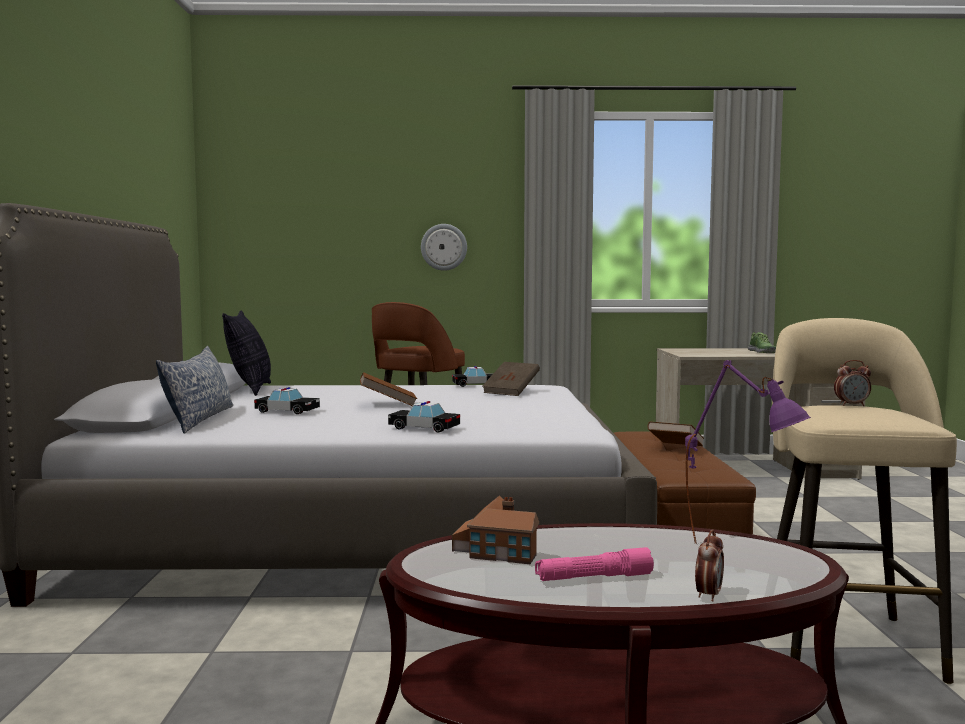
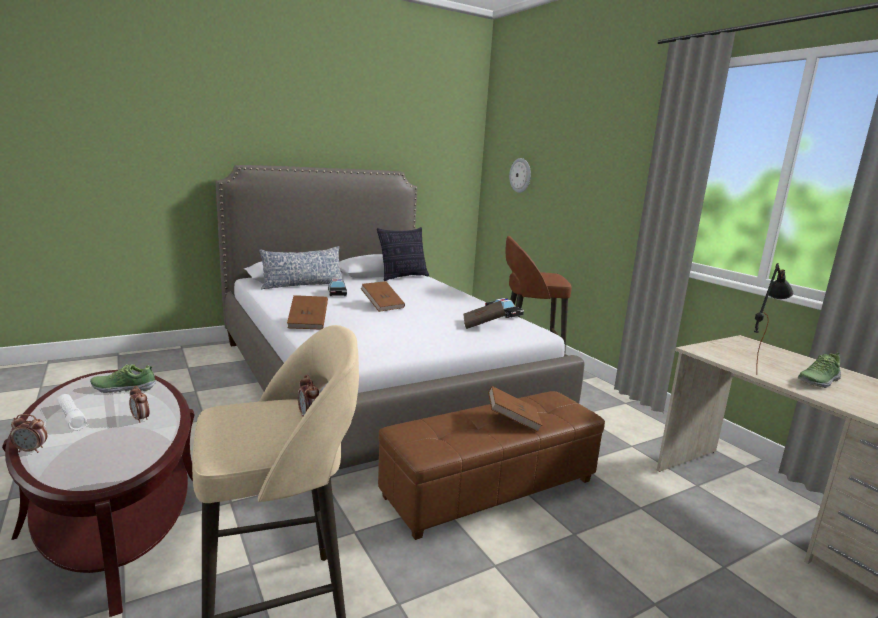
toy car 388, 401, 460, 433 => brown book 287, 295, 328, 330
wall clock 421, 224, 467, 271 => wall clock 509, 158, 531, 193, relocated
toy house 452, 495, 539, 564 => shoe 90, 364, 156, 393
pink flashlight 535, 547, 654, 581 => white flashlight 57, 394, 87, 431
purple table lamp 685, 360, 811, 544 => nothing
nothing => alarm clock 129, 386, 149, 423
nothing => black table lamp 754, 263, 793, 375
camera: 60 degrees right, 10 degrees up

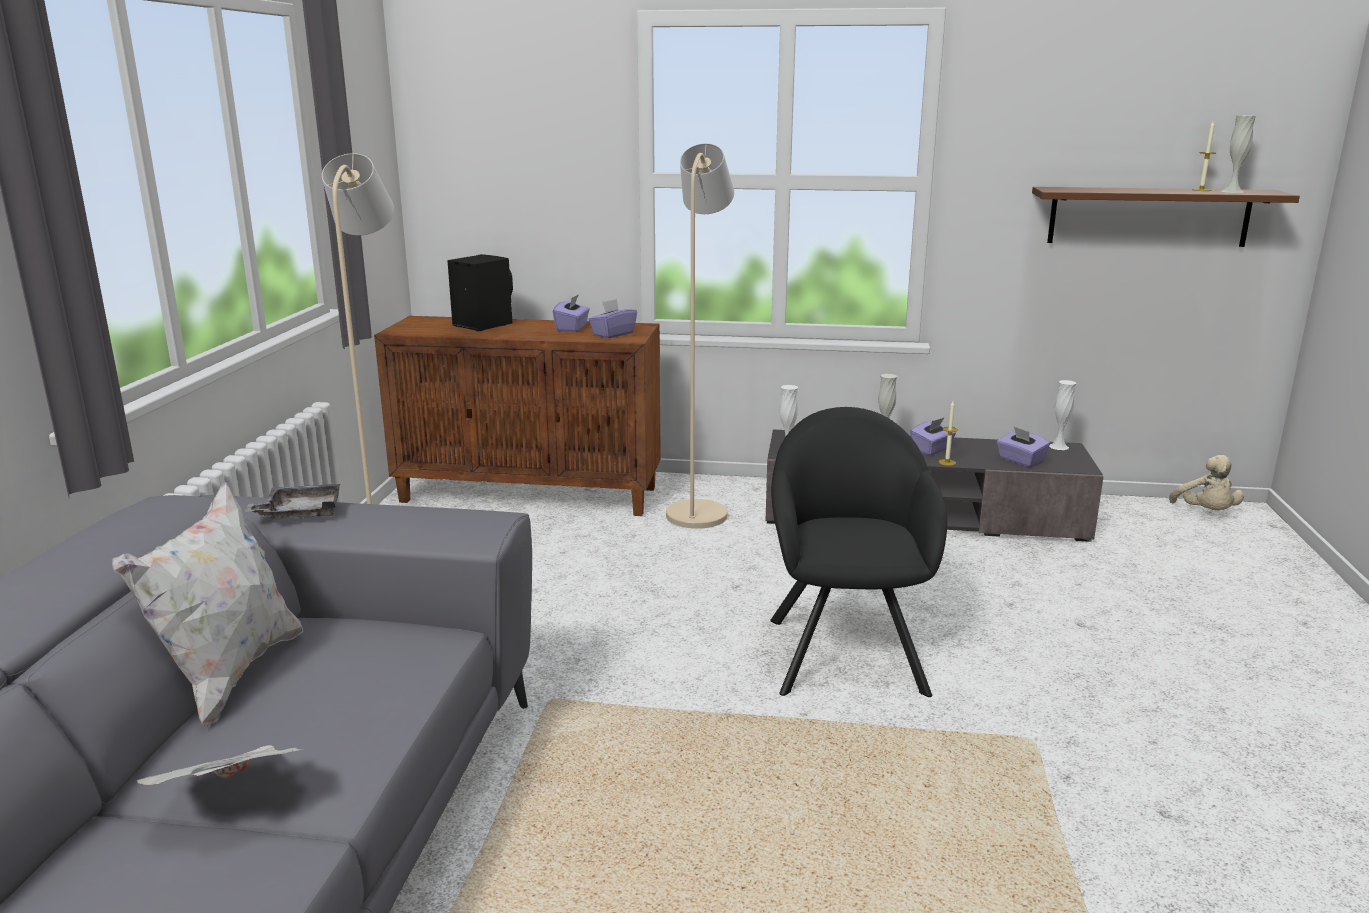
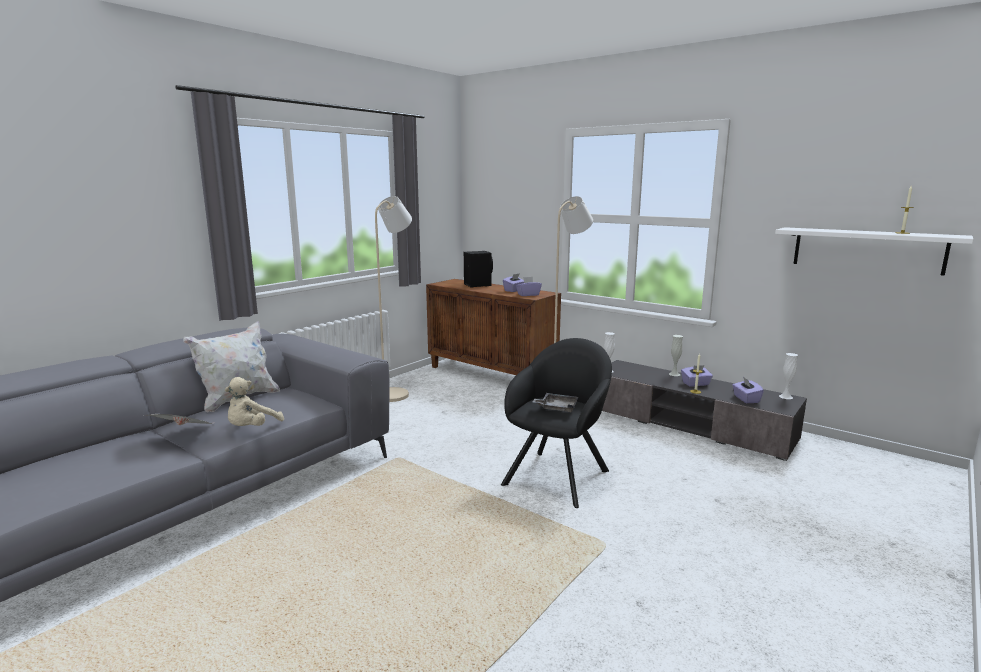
grey tray 244, 484, 340, 520 => grey tray 533, 393, 578, 412, relocated
brown shelf 1032, 187, 1300, 247 => white shelf 775, 227, 973, 276
beige plush toy 1169, 455, 1244, 510 => beige plush toy 225, 377, 284, 426, relocated
white vase 1221, 115, 1256, 193 => nothing
camera: 30 degrees right, 5 degrees down

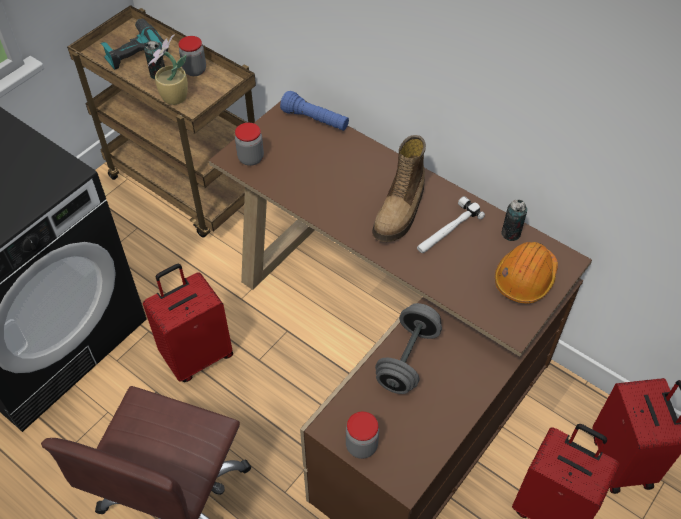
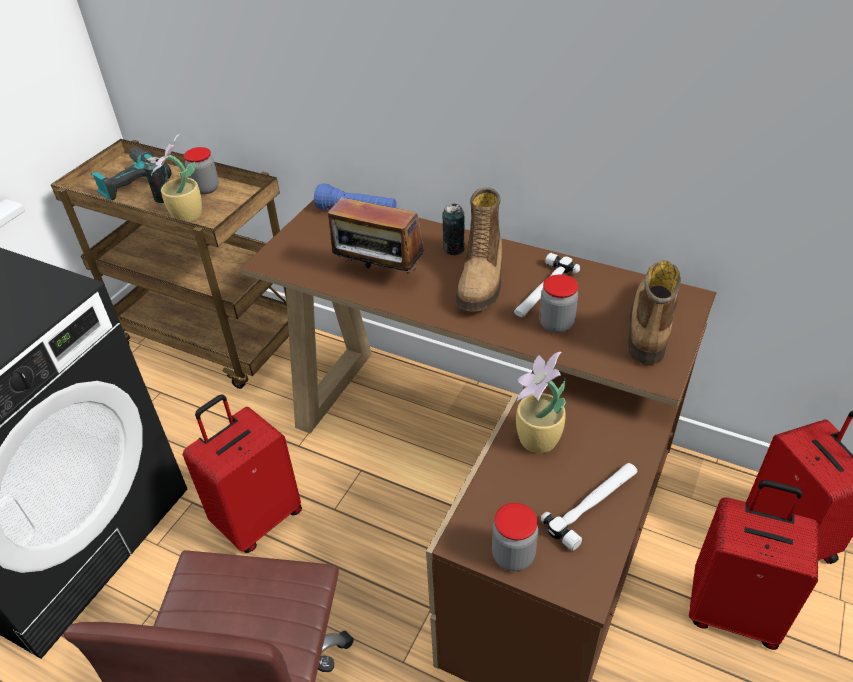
jar 235, 123, 264, 166 => jar 539, 275, 578, 333, relocated
grey dumbbell 375, 303, 442, 394 => potted plant 516, 352, 566, 453
orange hard hat 495, 242, 558, 303 => boot 628, 261, 681, 365
can 501, 200, 527, 241 => can 443, 204, 464, 255, relocated
nothing => radio 328, 196, 424, 274
nothing => hammer 541, 463, 637, 551
camera: 10 degrees left, 10 degrees down

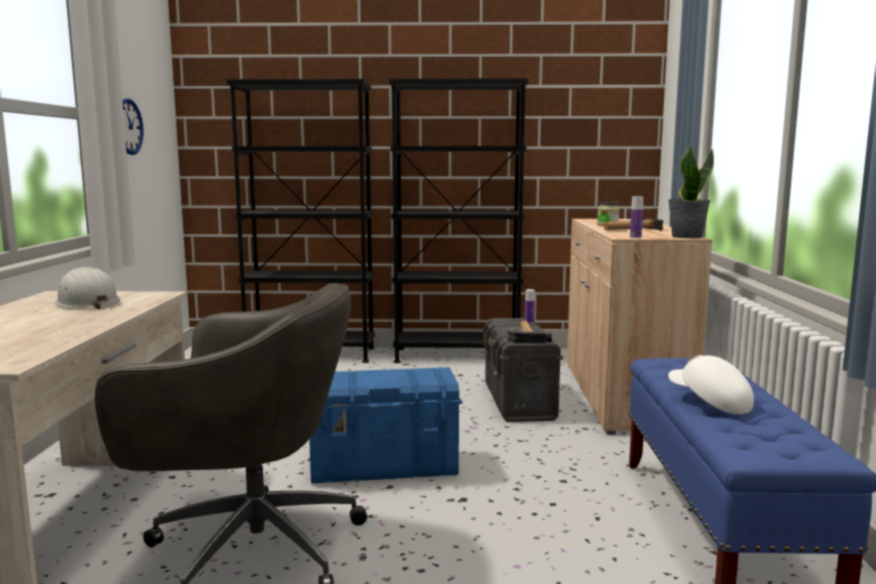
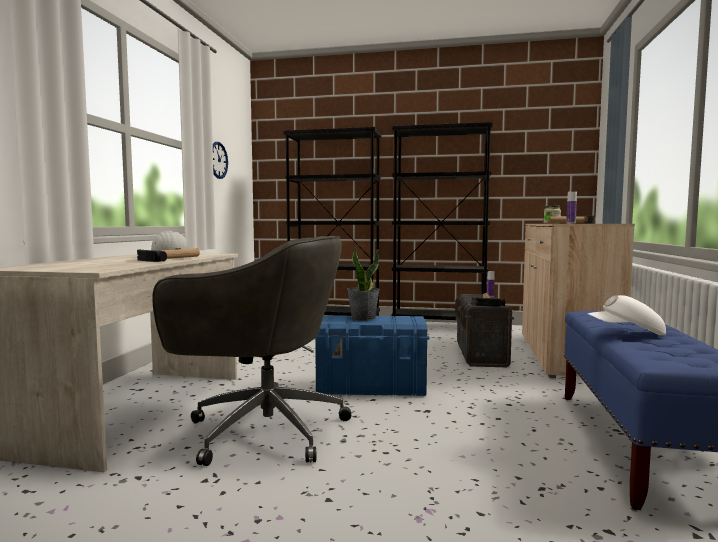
potted plant 668, 146, 714, 238 => potted plant 347, 247, 380, 321, relocated
white cap 668, 354, 754, 415 => white cap 588, 295, 666, 335, 60 degrees counterclockwise
nothing => hammer 137, 248, 200, 262
camera: 10 degrees right, 5 degrees down

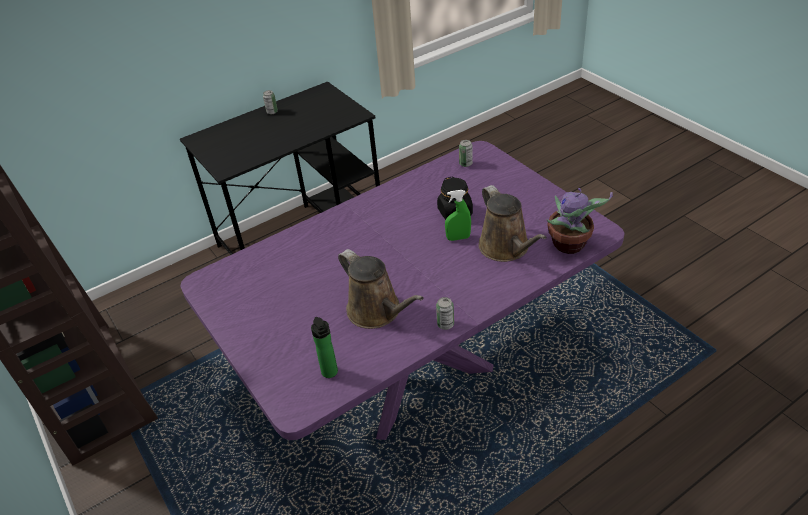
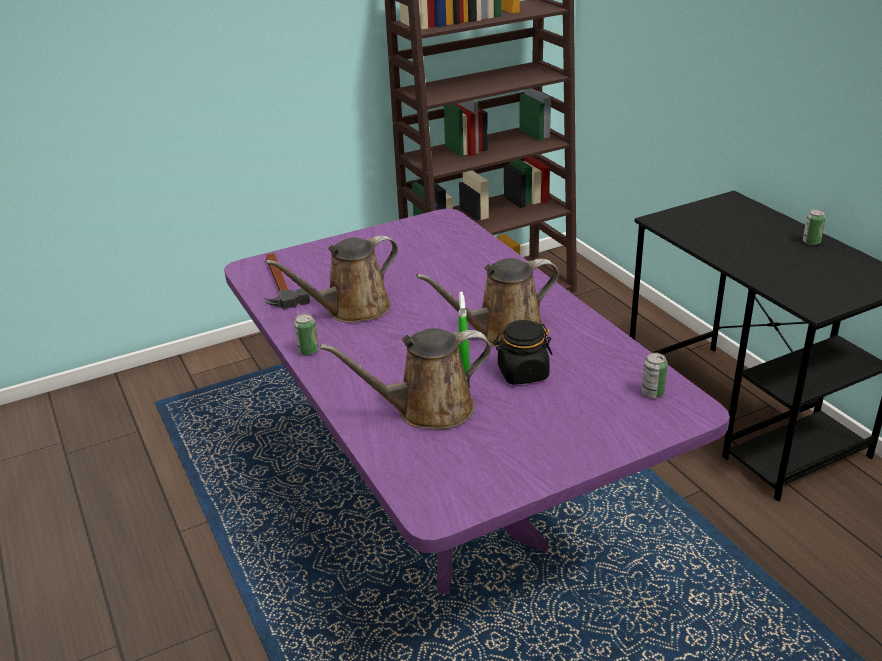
bottle 311, 317, 338, 378 => hammer 264, 253, 310, 309
potted plant 546, 188, 613, 254 => nothing
nothing => brown watering can 416, 258, 559, 347
camera: 95 degrees right, 10 degrees down

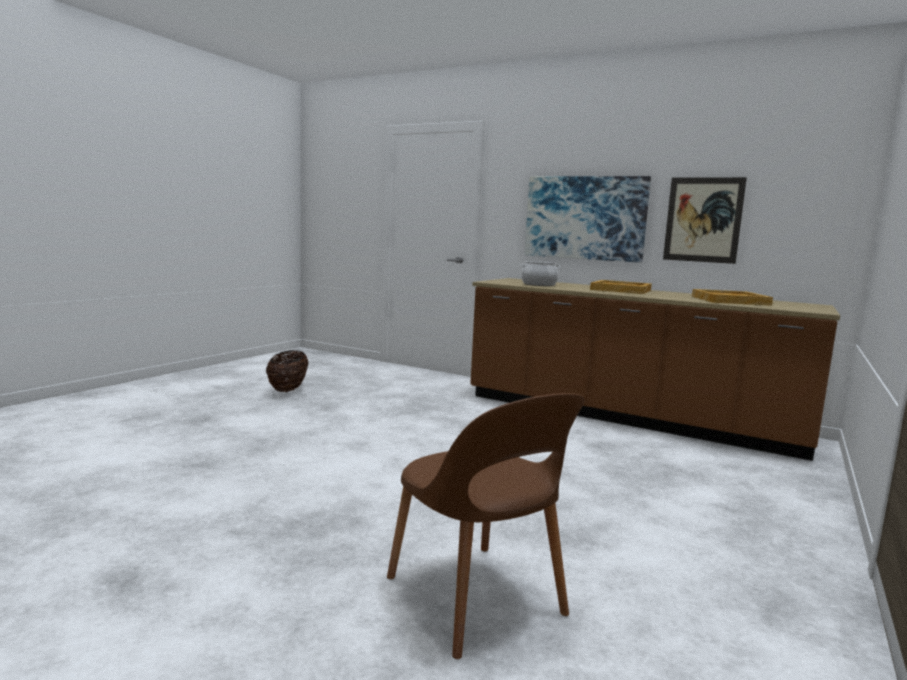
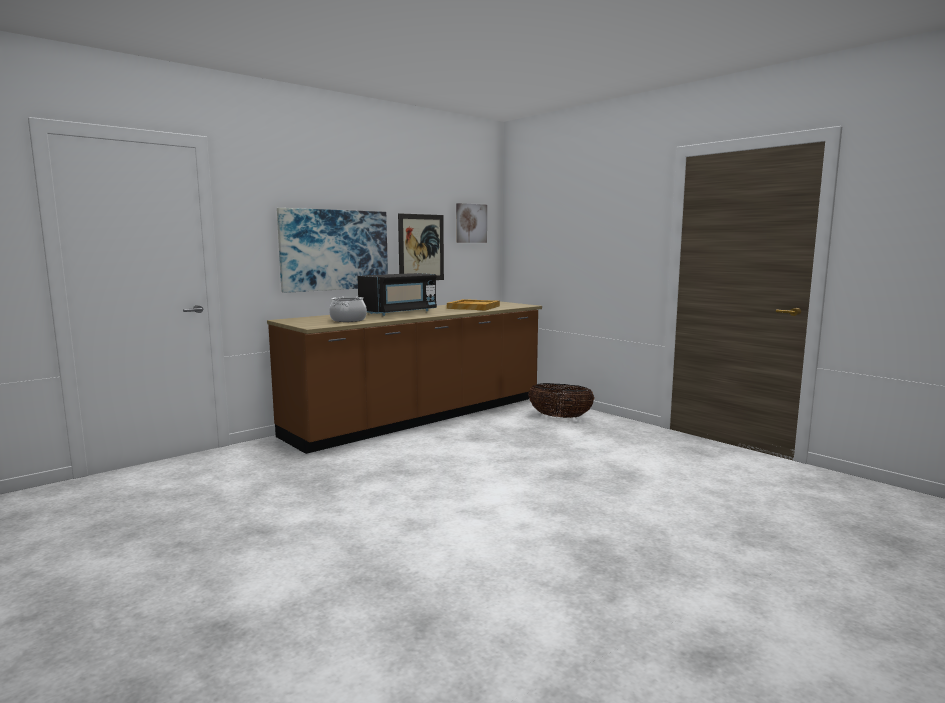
basket 266, 350, 309, 392 => basket 529, 383, 594, 418, relocated
brown chair 387, 393, 585, 659 => nothing
beige tray 590, 280, 652, 294 => black microwave 357, 273, 437, 316
nothing => picture 456, 203, 487, 243
camera: 70 degrees left, 0 degrees up

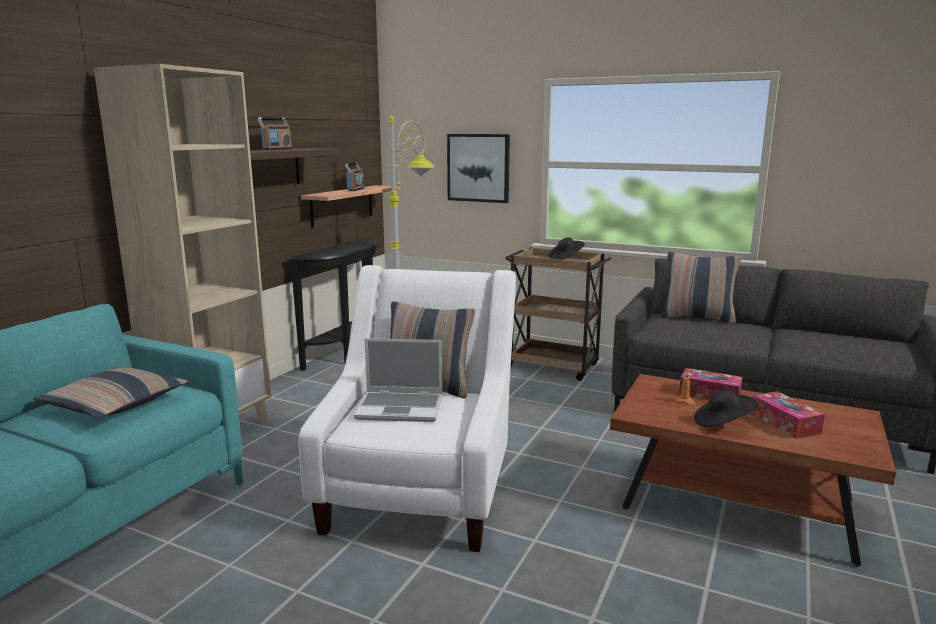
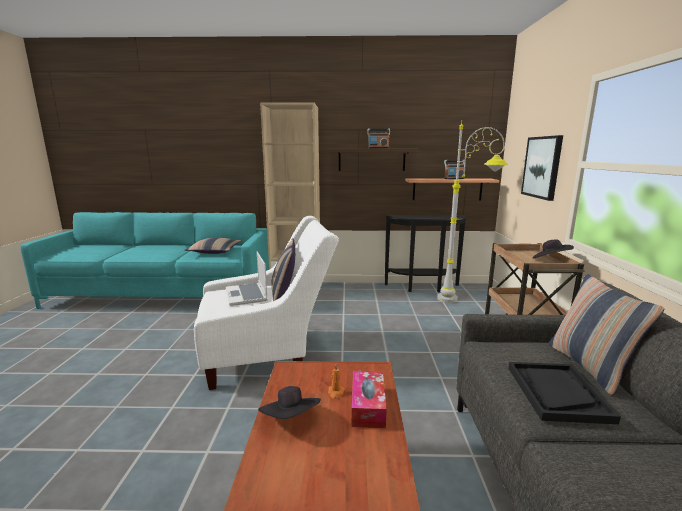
tissue box 750, 391, 825, 439 => nothing
nothing => black tray 508, 362, 621, 425
camera: 65 degrees right, 0 degrees up

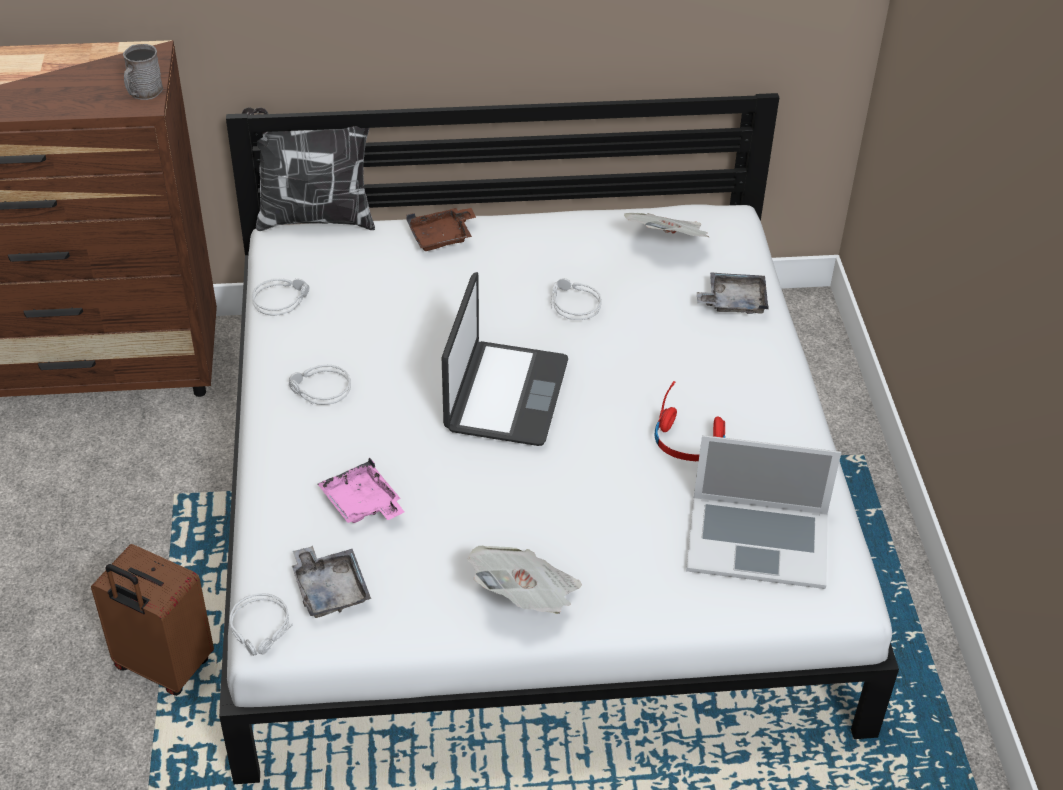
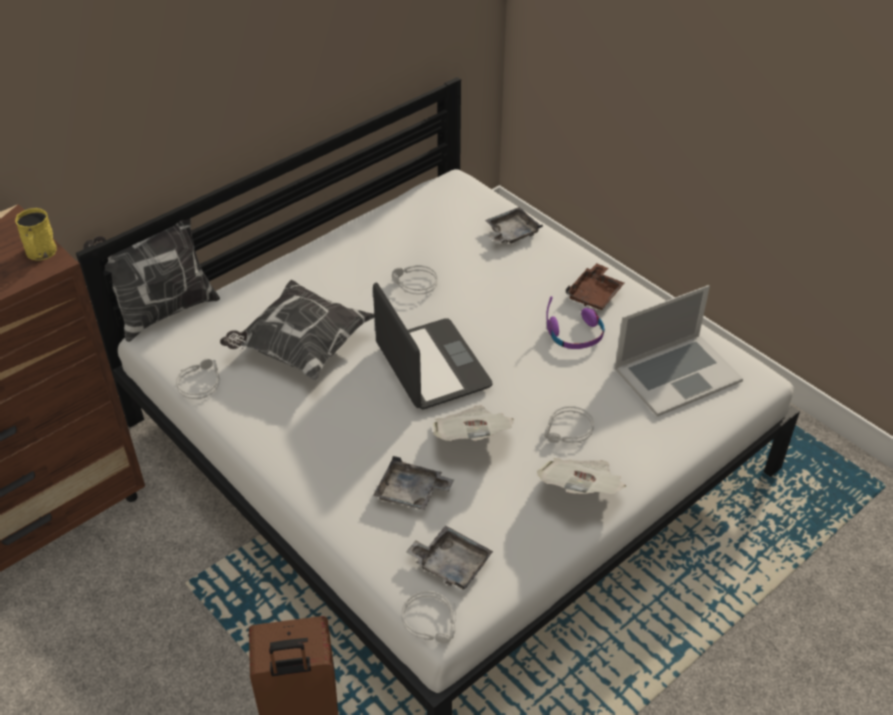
grey mug 123, 44, 163, 100 => yellow mug 15, 208, 57, 261
grey headphones 289, 365, 351, 405 => grey headphones 544, 406, 594, 443, relocated
pink tray 318, 457, 405, 523 => grey tray 373, 456, 454, 510
brown tray 406, 208, 476, 251 => brown tray 566, 263, 624, 310, relocated
newspaper 624, 213, 709, 237 => newspaper 433, 406, 515, 441, relocated
red headphones 655, 381, 725, 461 => purple headphones 546, 296, 605, 349
nothing => pillow 220, 280, 375, 380
camera: 35 degrees left, 0 degrees up

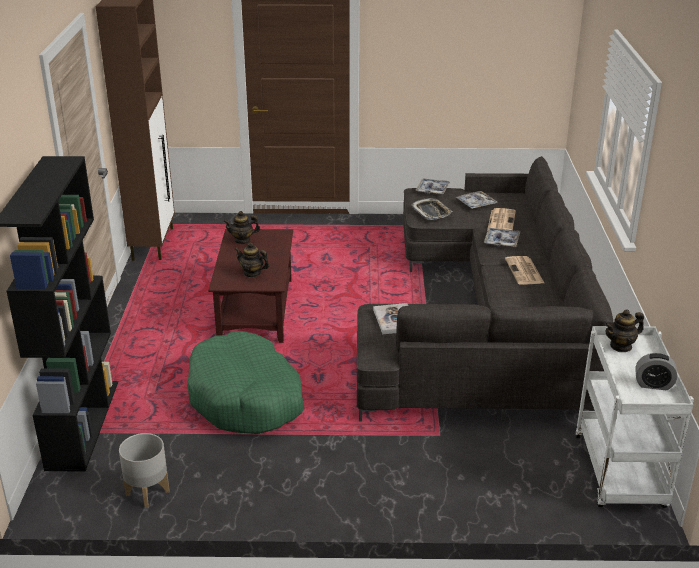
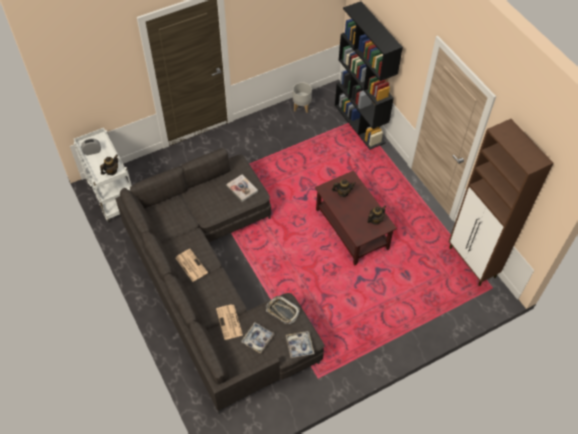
green dog bed 187, 331, 304, 434 => nothing
tray 484, 228, 520, 247 => nothing
camera: 150 degrees right, 25 degrees up

